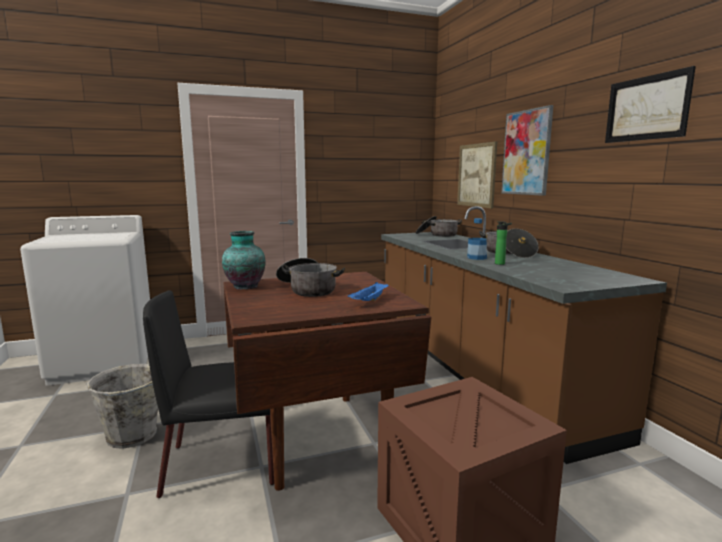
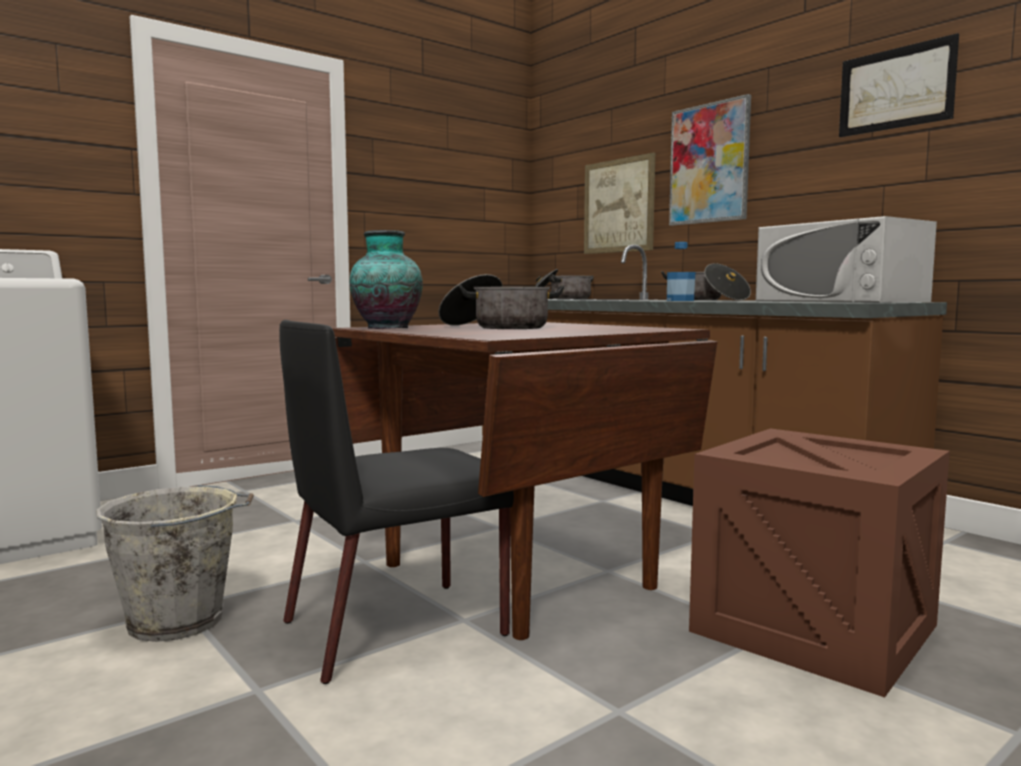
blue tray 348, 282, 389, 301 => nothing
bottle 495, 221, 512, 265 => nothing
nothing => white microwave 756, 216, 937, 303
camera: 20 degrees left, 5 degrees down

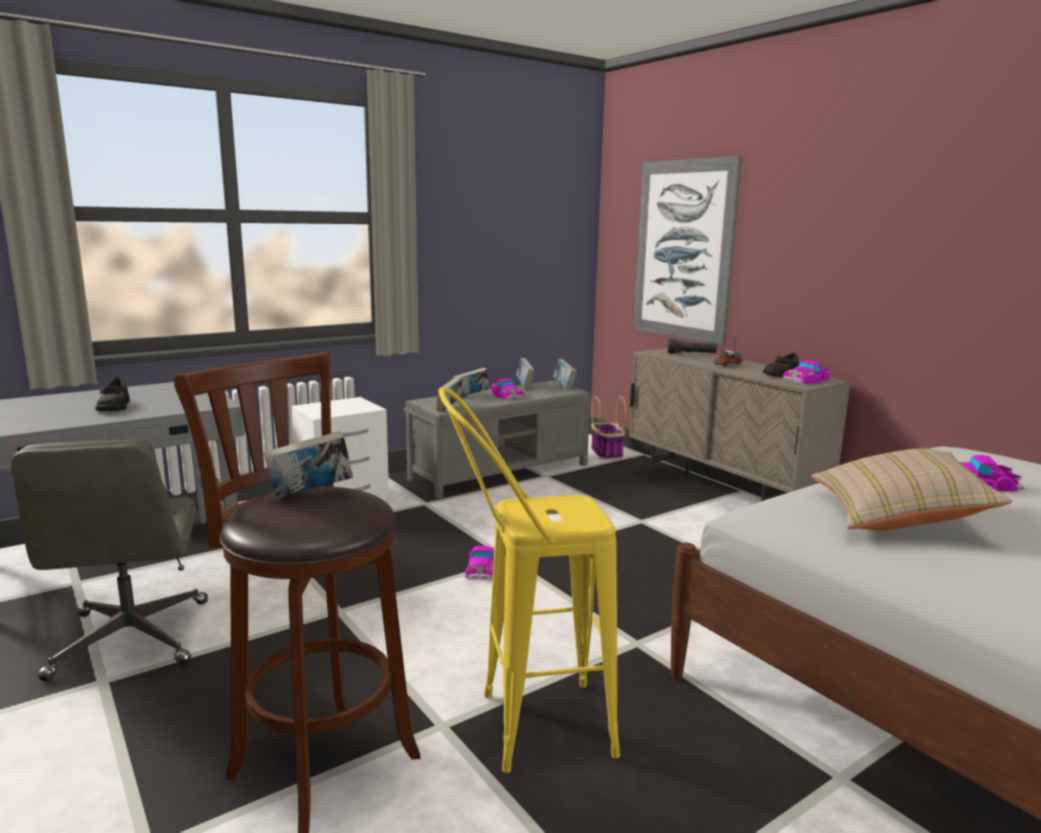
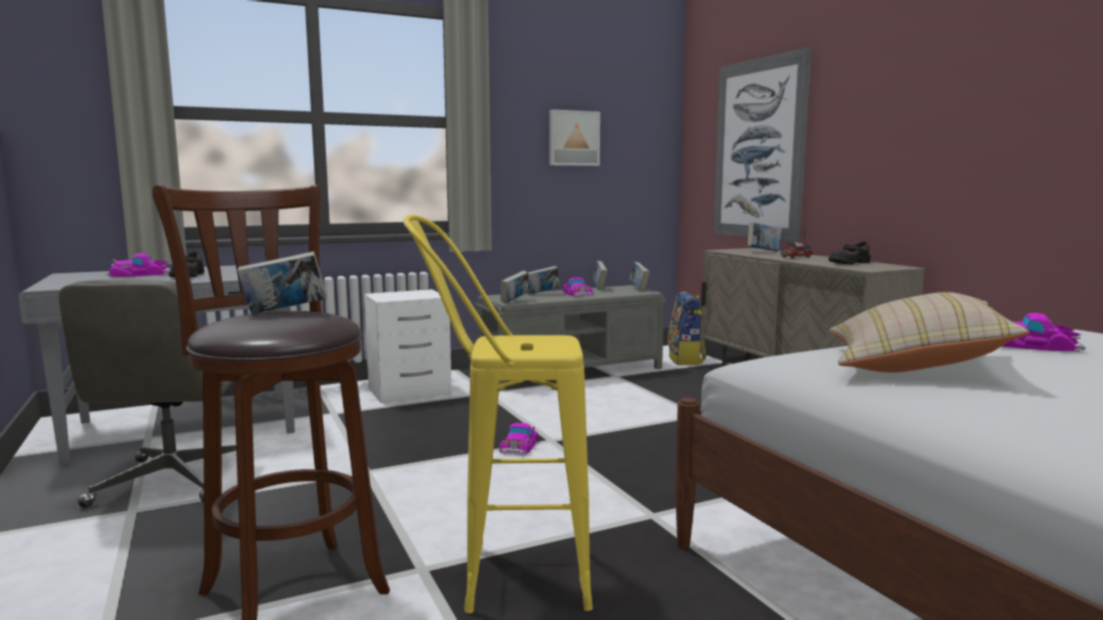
basket 591, 396, 626, 460 => backpack 668, 291, 706, 365
black flashlight 668, 339, 717, 354 => book 748, 222, 782, 251
toy car 783, 360, 831, 384 => toy car 106, 253, 171, 277, relocated
nothing => picture 549, 109, 600, 166
camera: 10 degrees right, 5 degrees down

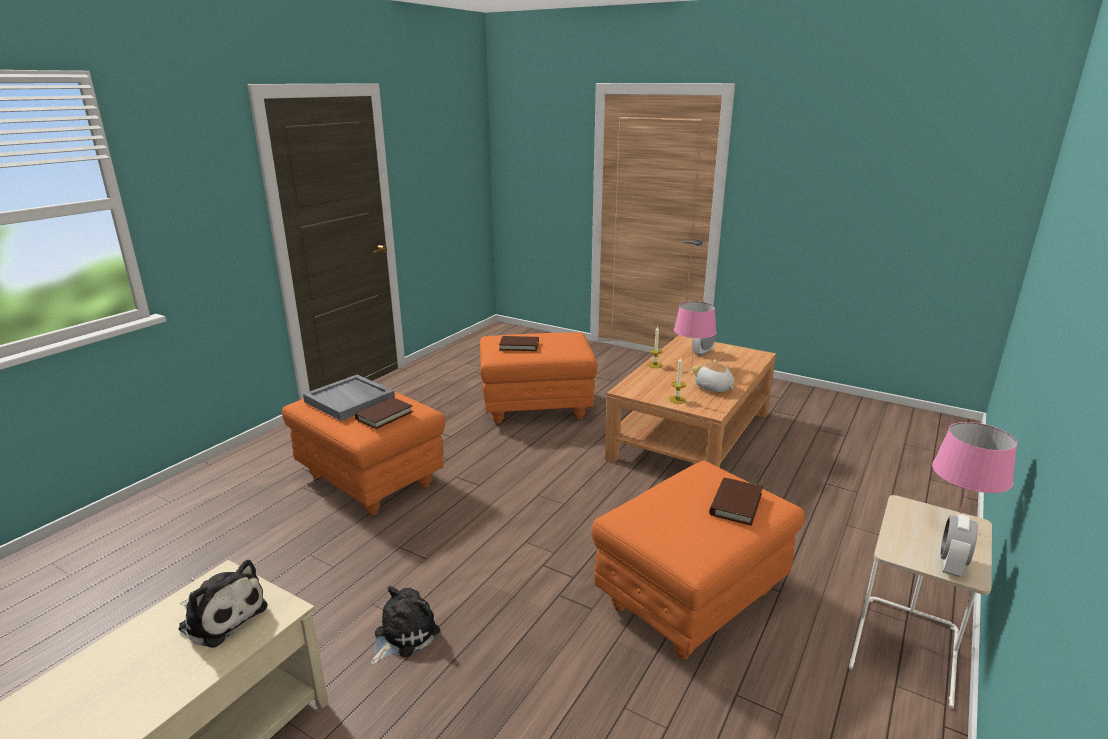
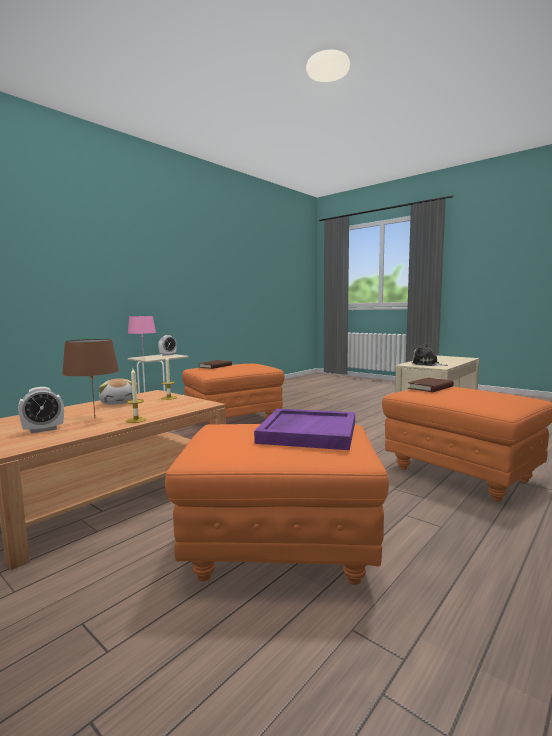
grey tray 303, 375, 395, 421 => nothing
plush toy 371, 586, 440, 665 => nothing
brown book 499, 336, 539, 351 => purple tray 254, 409, 355, 450
pink table lamp 674, 301, 716, 363 => brown table lamp 62, 339, 119, 417
camera: 170 degrees left, 15 degrees down

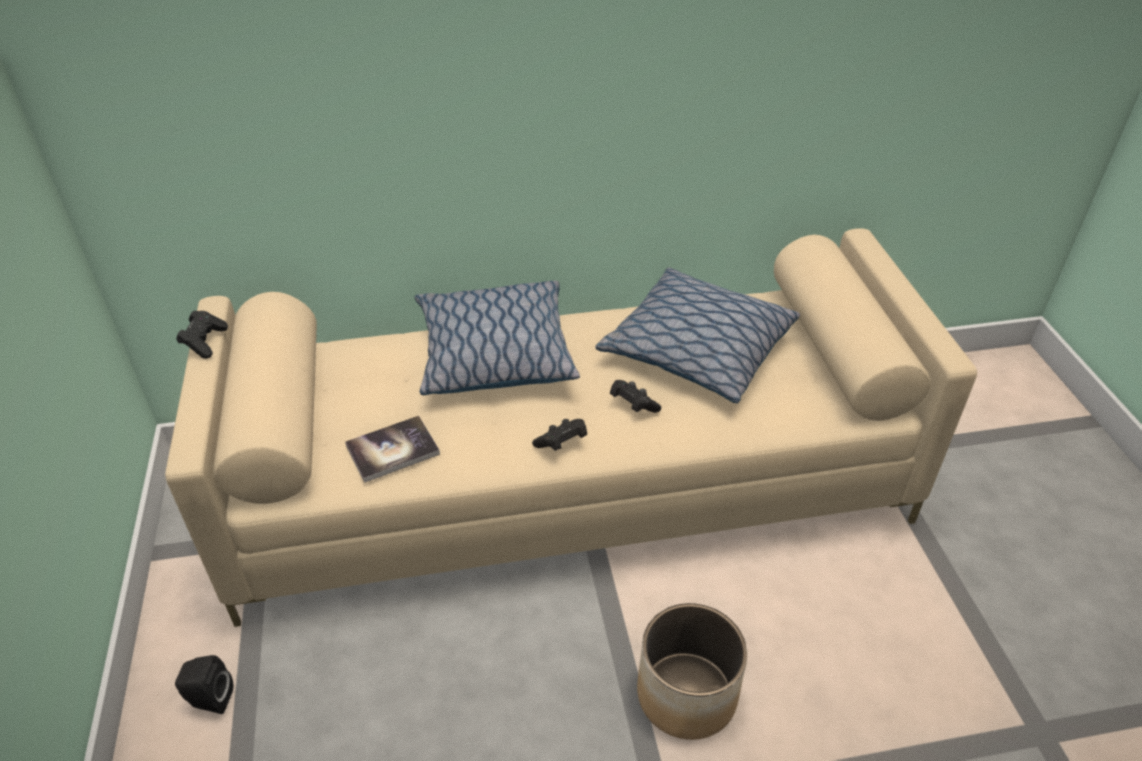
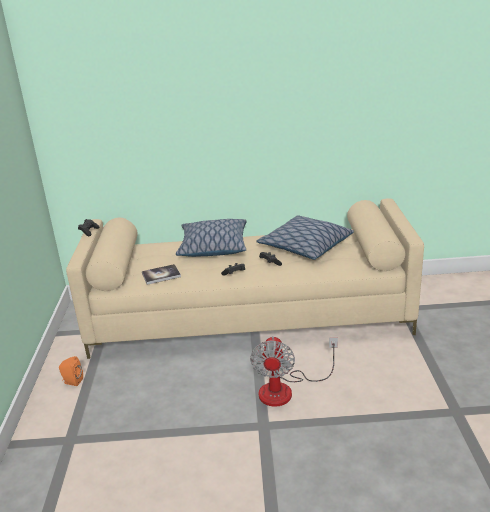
black speaker 175, 655, 233, 714 => orange speaker 59, 356, 83, 386
planter 637, 603, 747, 740 => fan 250, 336, 338, 407
camera: 10 degrees right, 15 degrees down

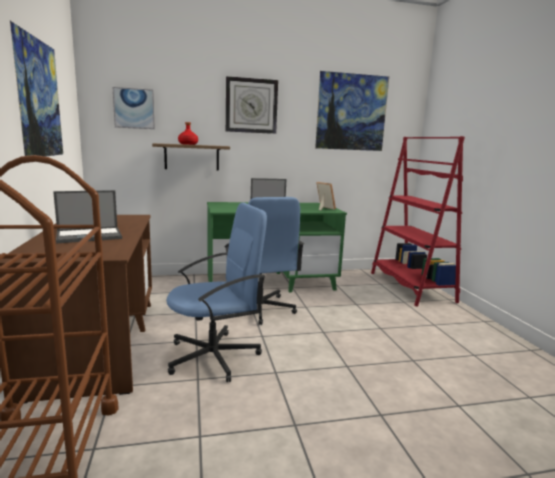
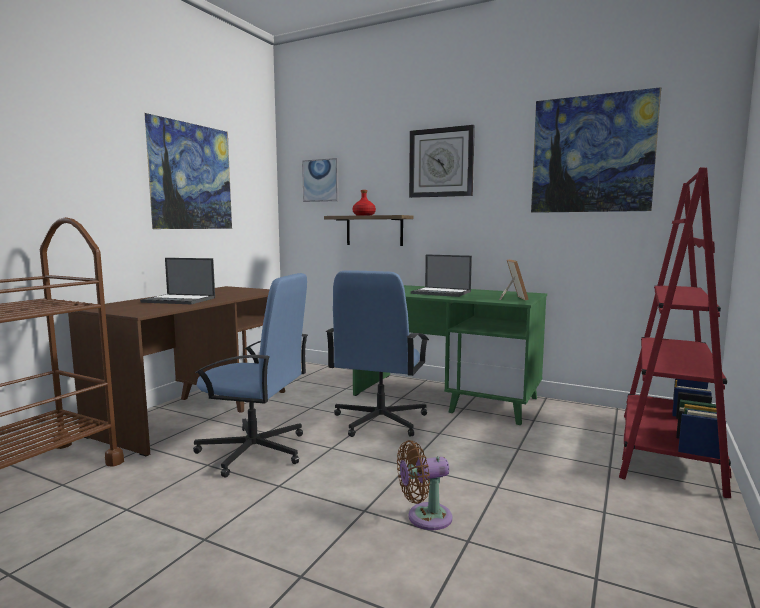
nothing => brown fan 397, 440, 452, 530
camera: 40 degrees right, 5 degrees down

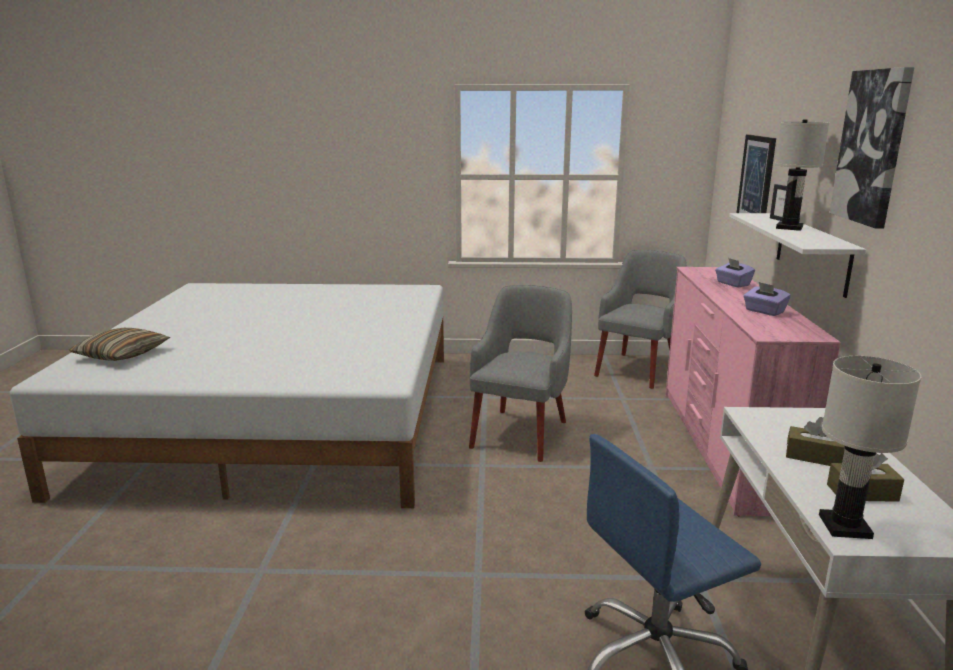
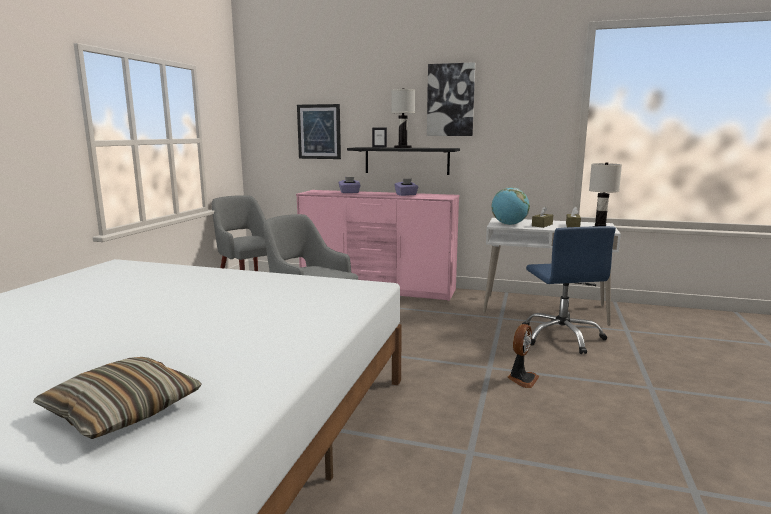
white shelf 729, 213, 866, 298 => black shelf 347, 147, 460, 175
nothing => globe 492, 188, 530, 225
nothing => fan 507, 324, 539, 388
camera: 75 degrees left, 5 degrees down

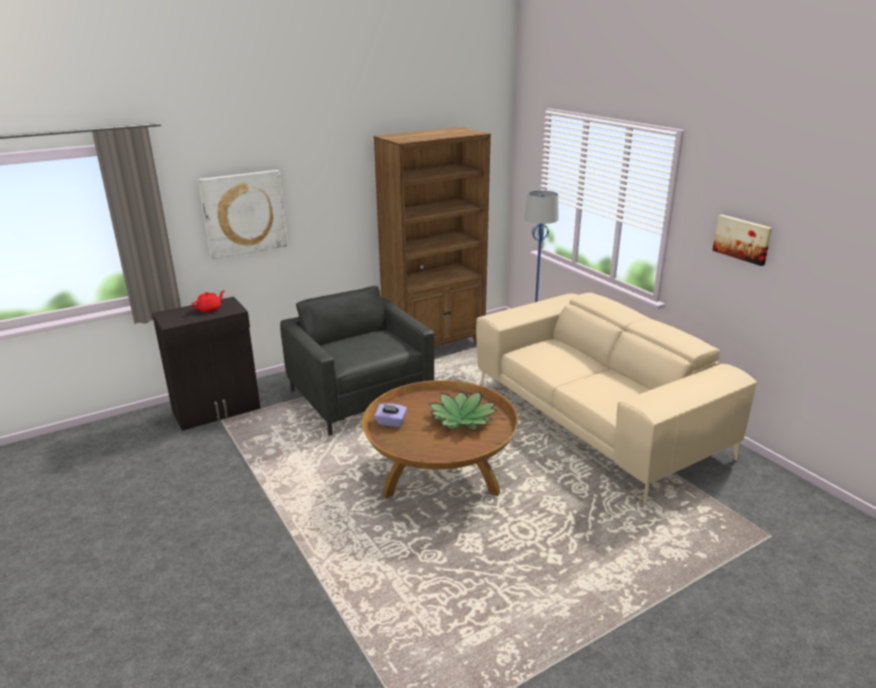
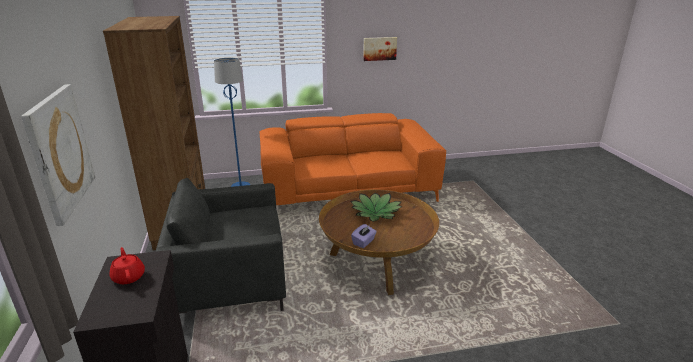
beige sofa 476, 293, 756, 504 => orange sofa 259, 113, 446, 205
camera: 70 degrees left, 0 degrees up

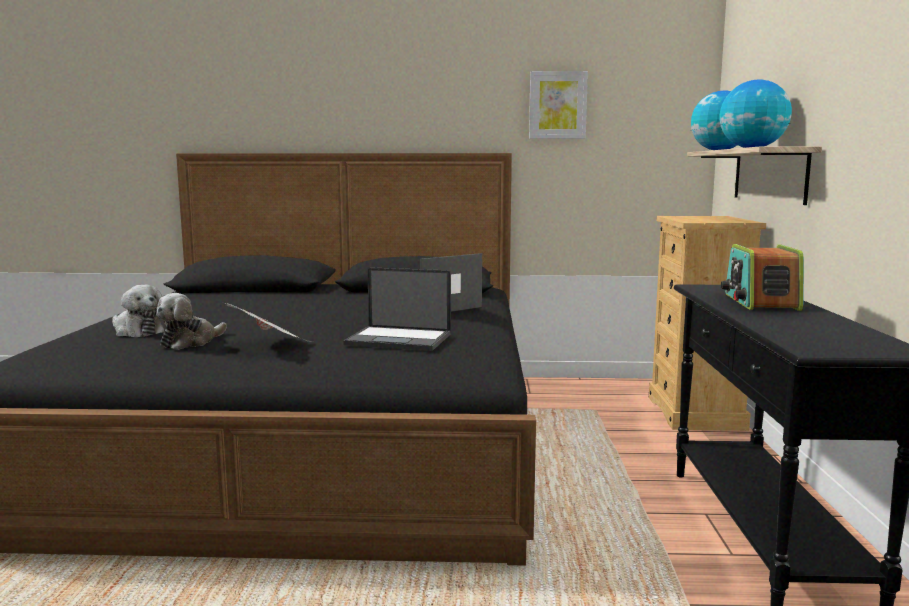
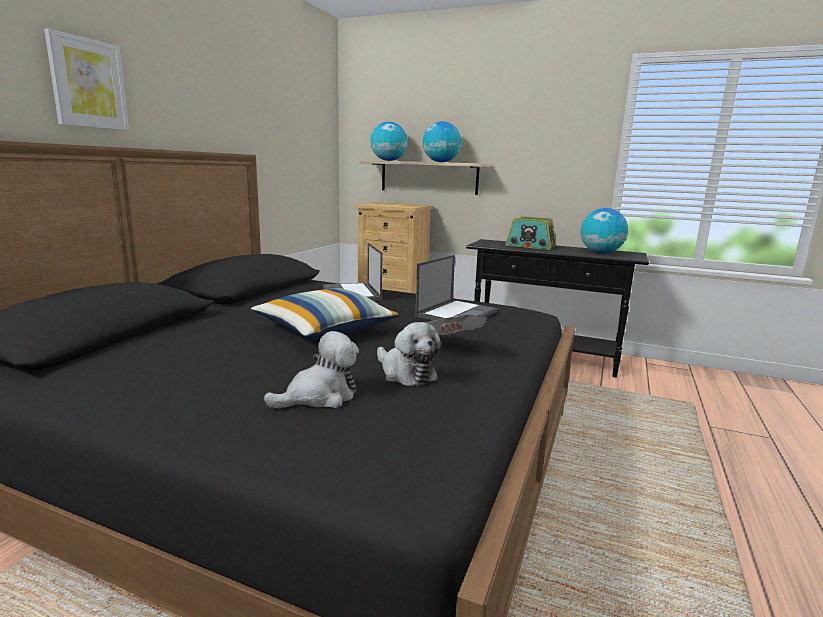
picture 529, 71, 588, 139 => picture 44, 28, 129, 131, relocated
nothing => pillow 251, 288, 399, 340
nothing => globe 581, 208, 628, 253
camera: 70 degrees left, 5 degrees up

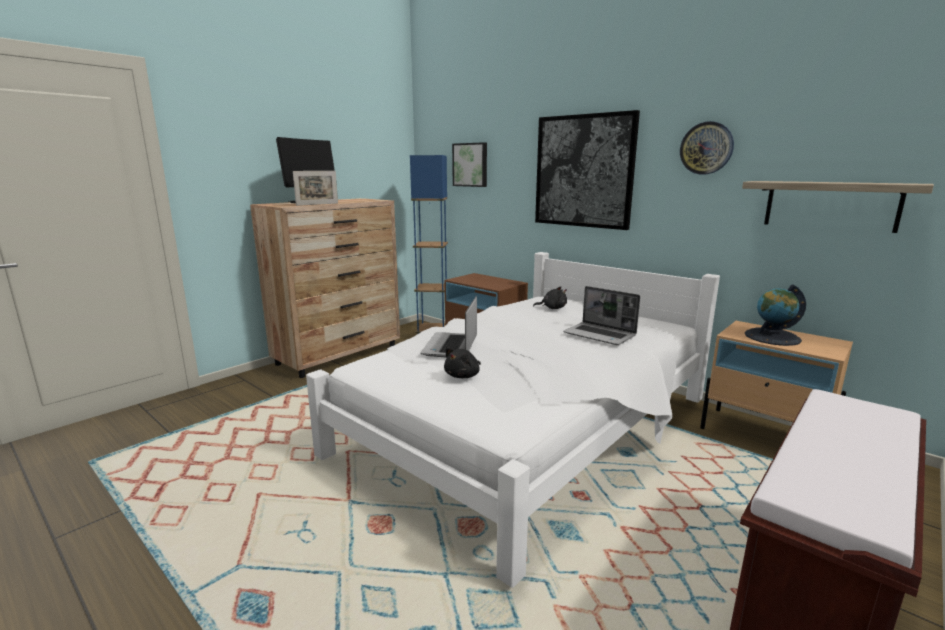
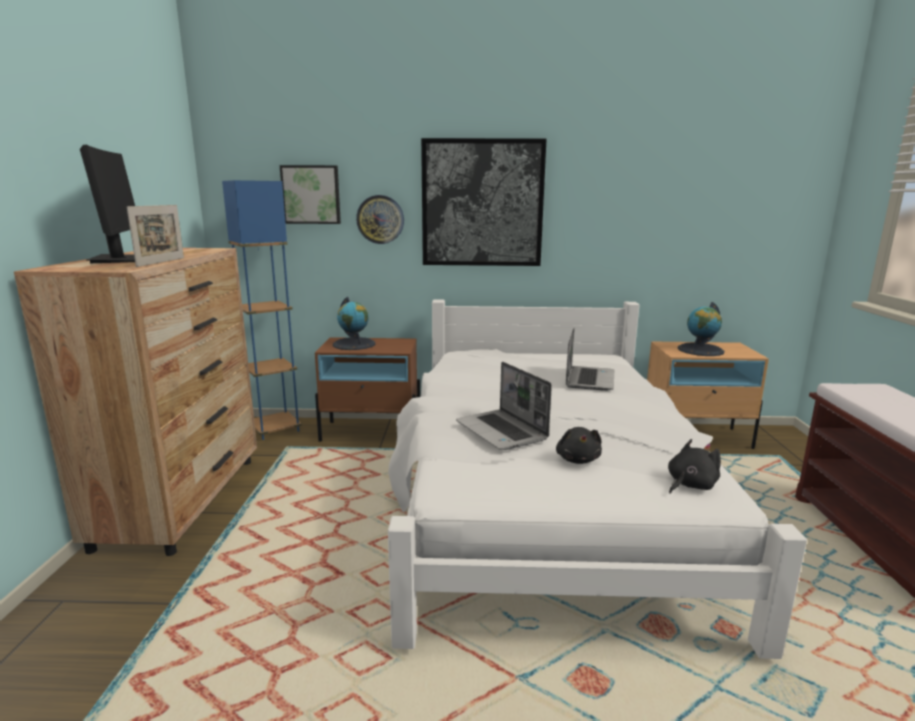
black plush toy 533, 286, 567, 309 => black plush toy 668, 439, 721, 494, relocated
laptop 563, 286, 640, 345 => laptop 566, 327, 614, 391, 75 degrees counterclockwise
wall clock 680, 121, 734, 174 => wall clock 356, 195, 404, 244, relocated
shelf 742, 181, 934, 233 => nothing
nothing => globe 333, 297, 375, 350
camera: 40 degrees left, 0 degrees up

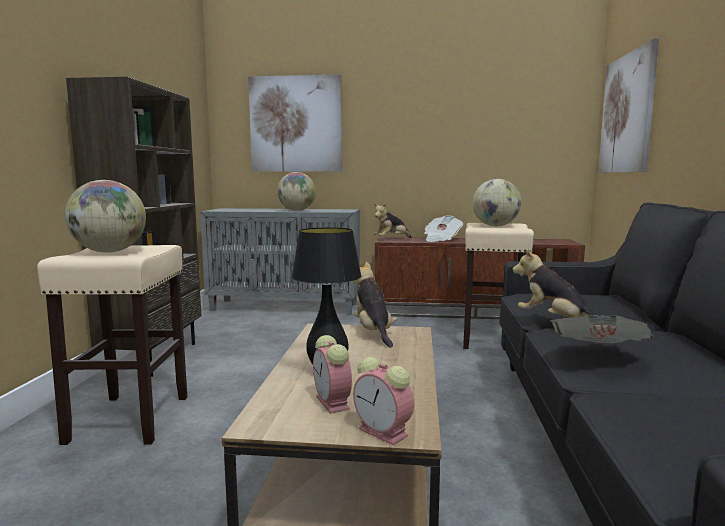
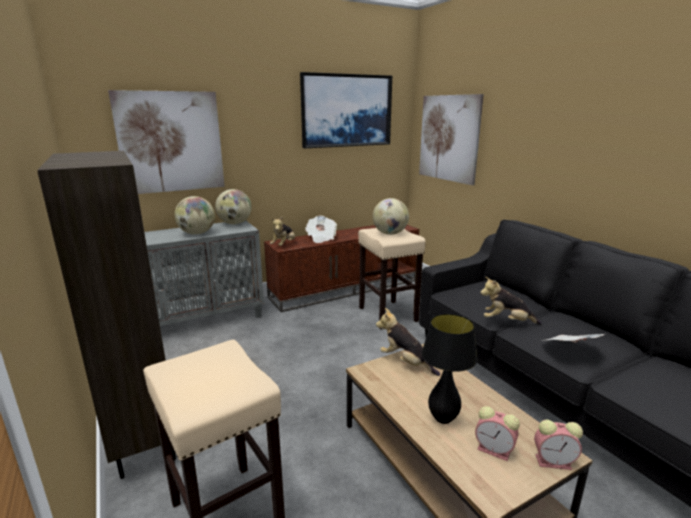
globe 65, 180, 146, 253 => globe 215, 189, 252, 224, relocated
nothing => picture 300, 72, 392, 148
camera: 35 degrees left, 10 degrees up

